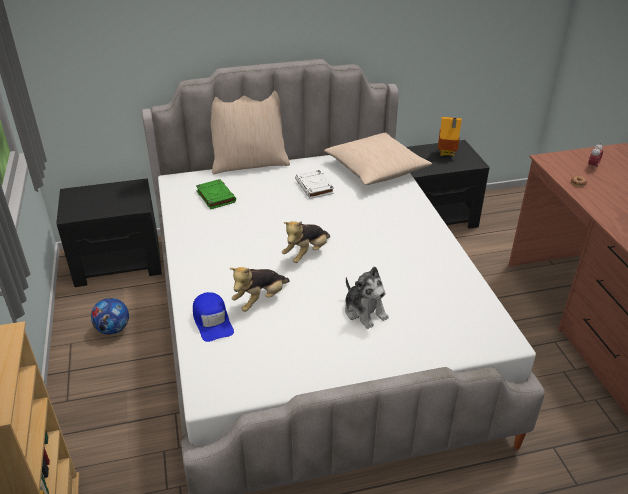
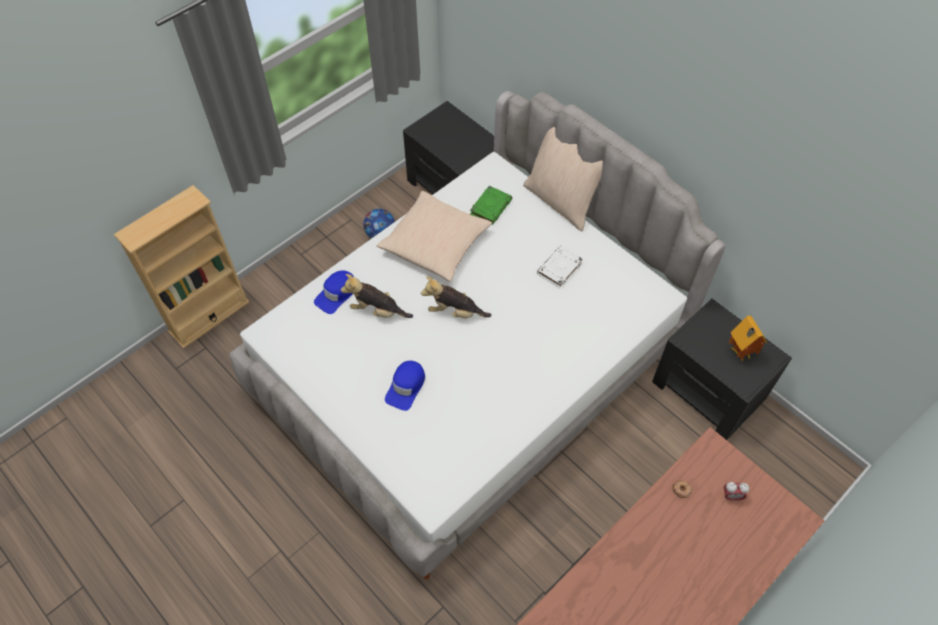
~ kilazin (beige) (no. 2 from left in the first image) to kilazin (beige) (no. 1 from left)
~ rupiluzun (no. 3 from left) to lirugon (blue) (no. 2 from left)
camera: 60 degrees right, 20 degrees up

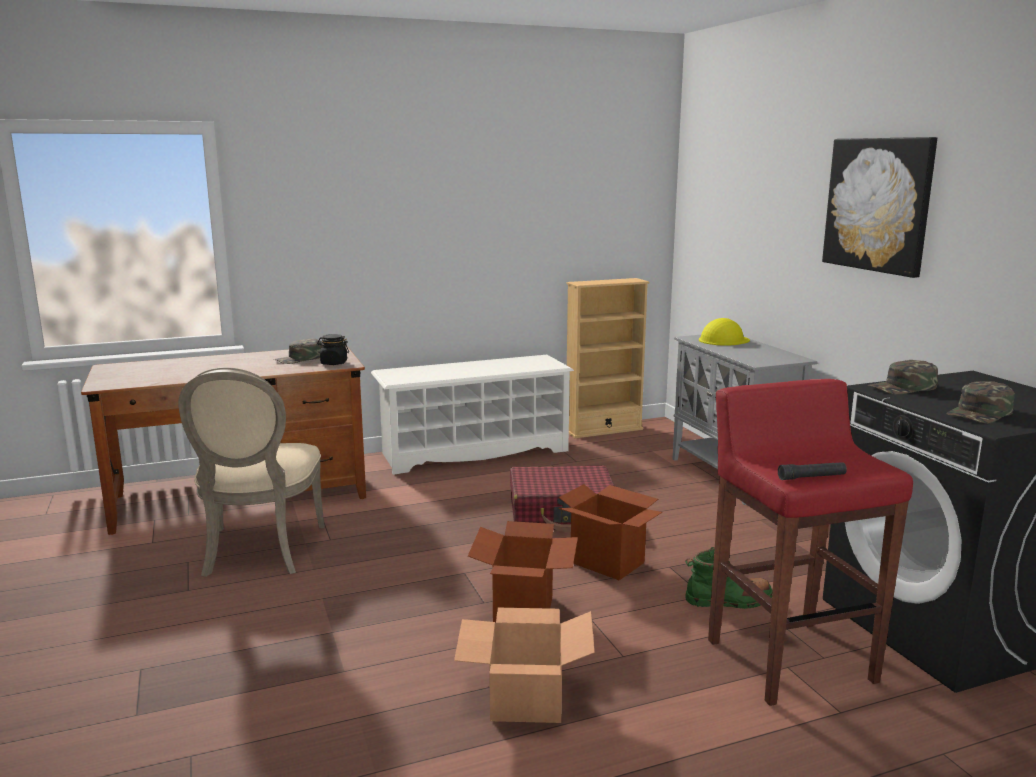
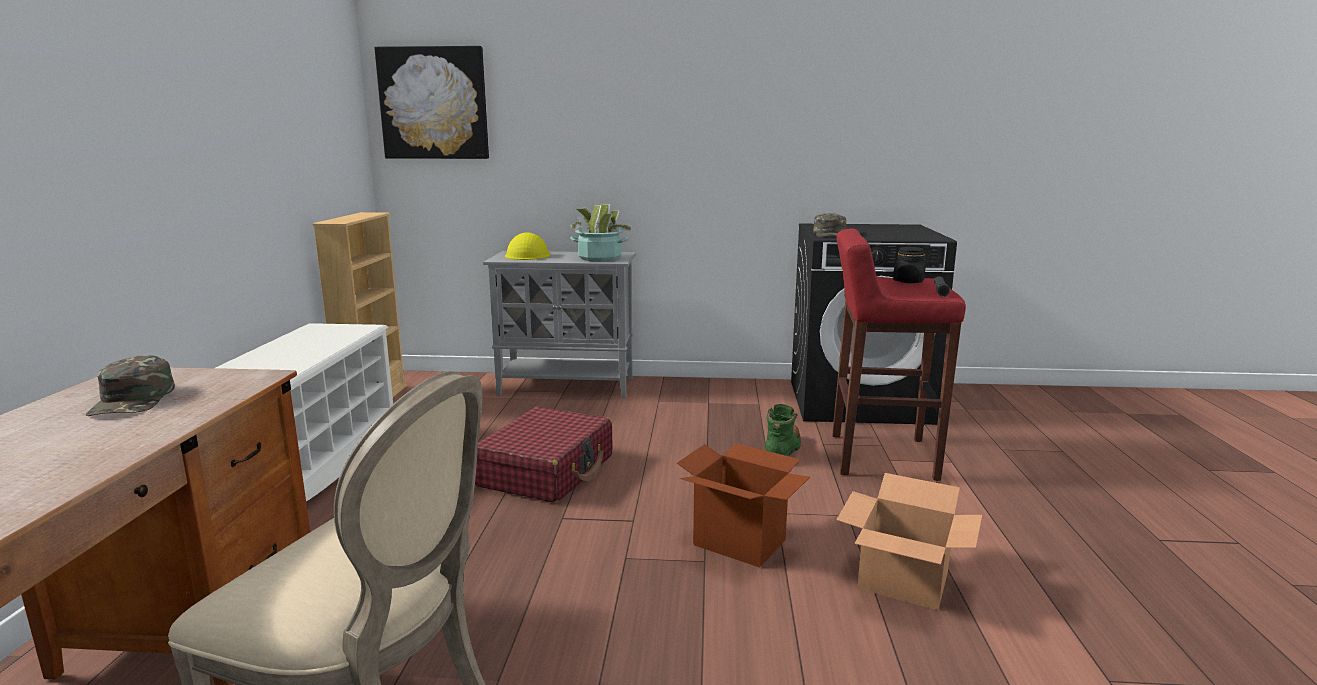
~ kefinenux
~ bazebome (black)
- lirugon (green) (no. 3 from left)
- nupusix (no. 3 from left)
+ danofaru
camera: 65 degrees left, 0 degrees up

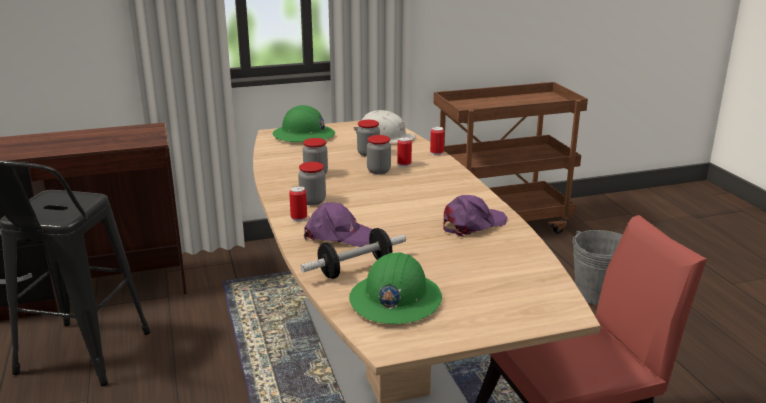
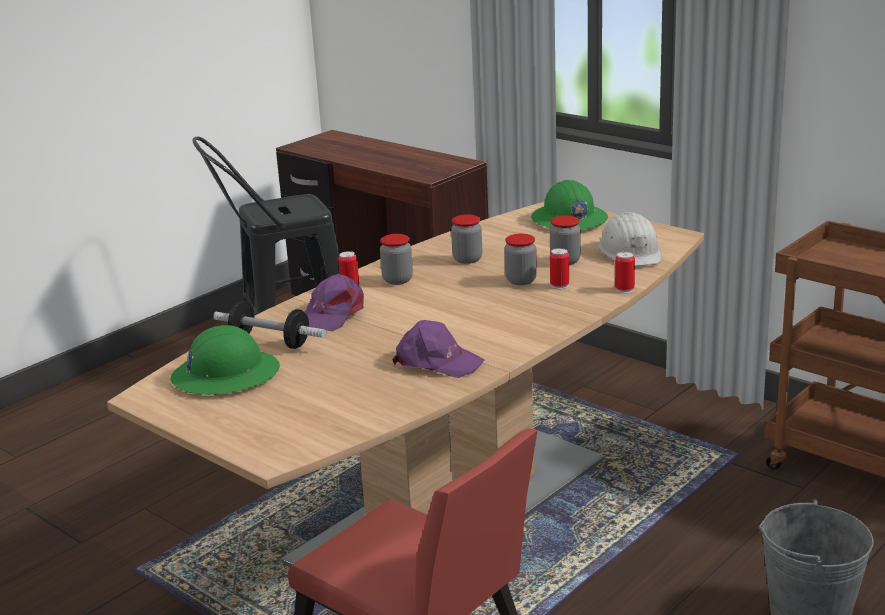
~ lirugon (purple) (no. 1 from left) 45 degrees clockwise
camera: 60 degrees right, 0 degrees up

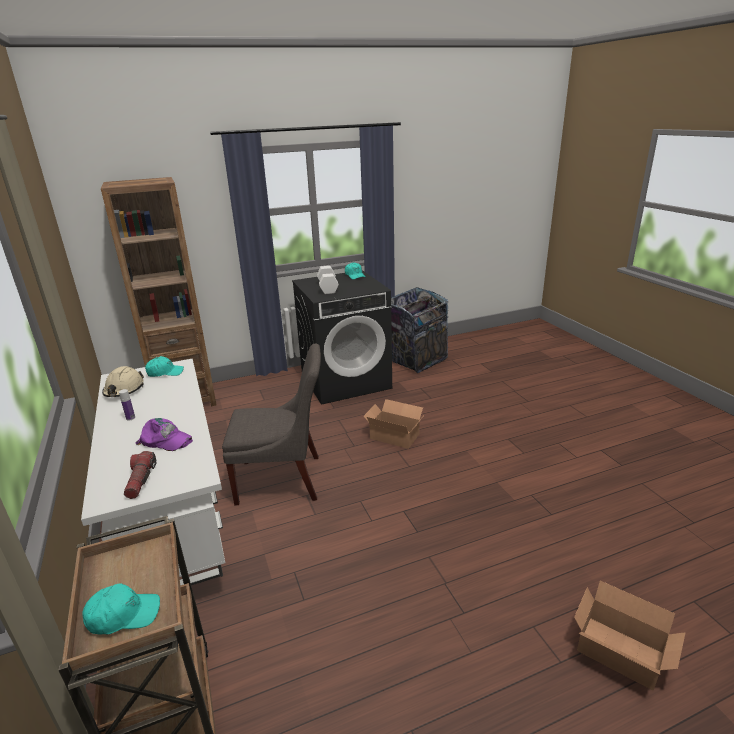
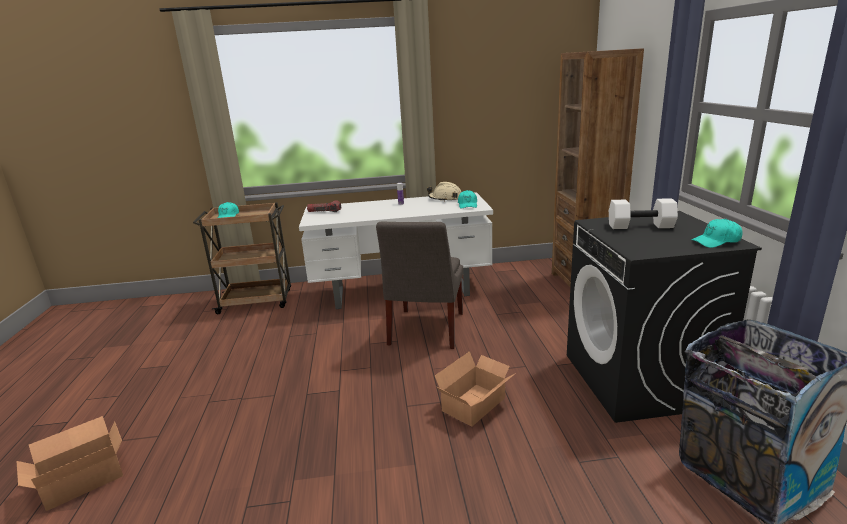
- lirugon (purple)
camera: 105 degrees right, 5 degrees down

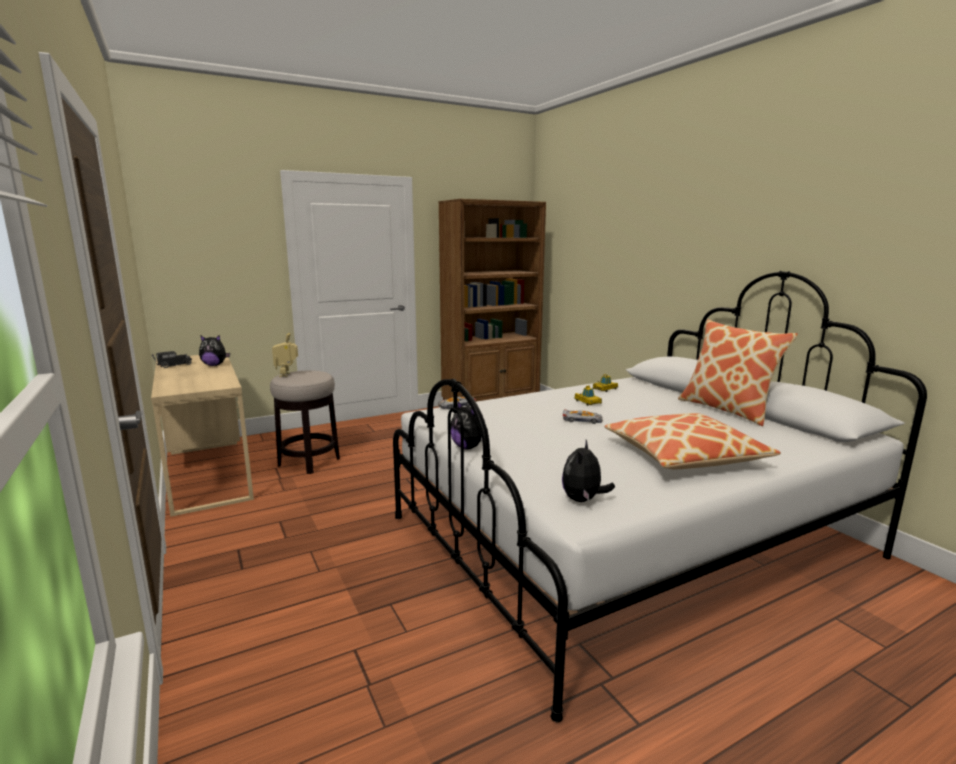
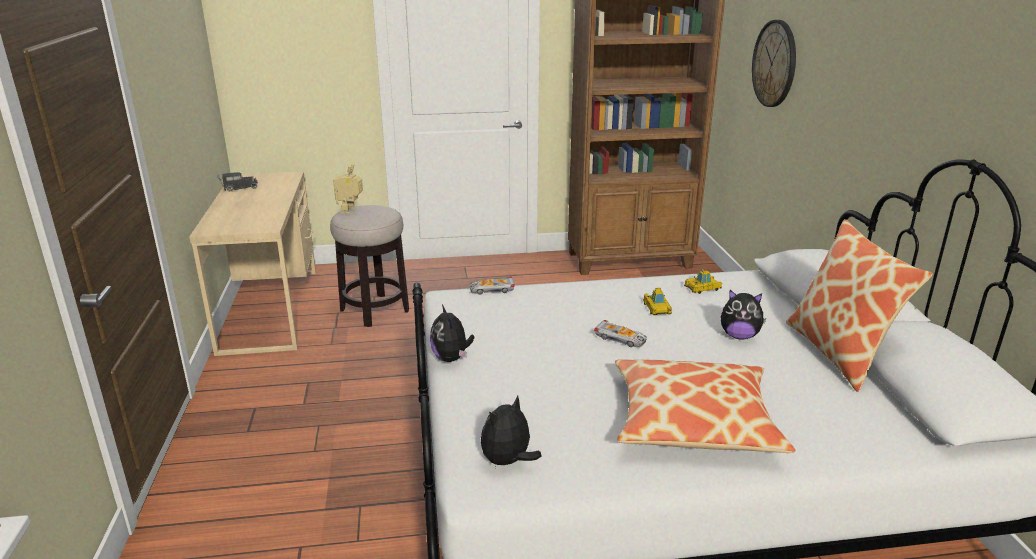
~ rupiluzun (no. 1 from left in the first image) to rupiluzun (no. 3 from left)
+ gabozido
camera: 20 degrees right, 10 degrees up

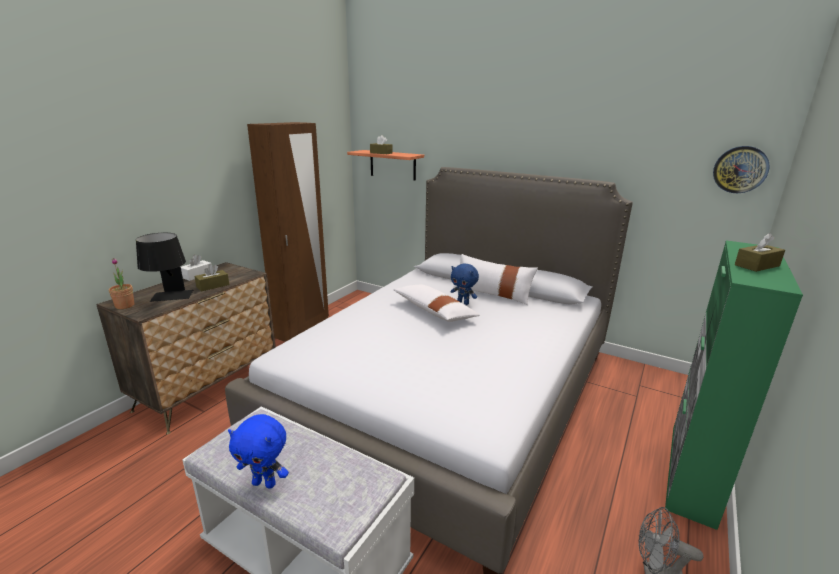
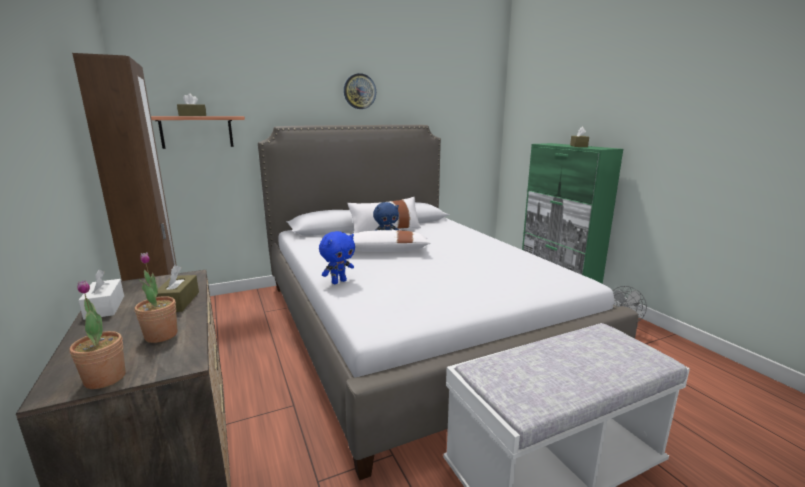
~ gabozido
~ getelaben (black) to danofaru (no. 2 from left)
~ rupiluzun (blue) (no. 1 from left)
camera: 55 degrees left, 5 degrees down

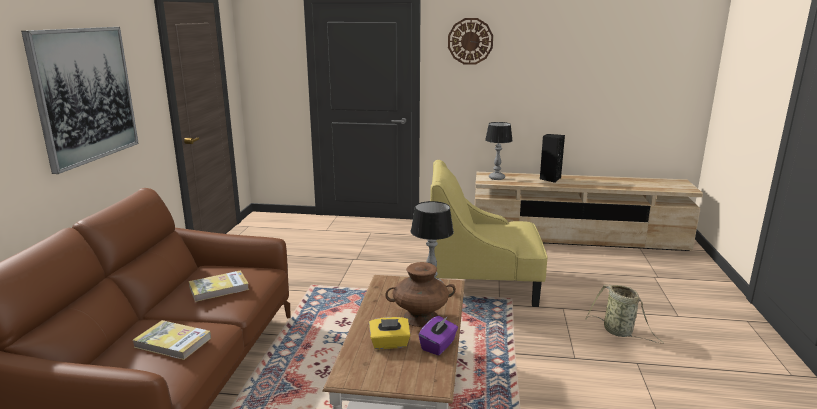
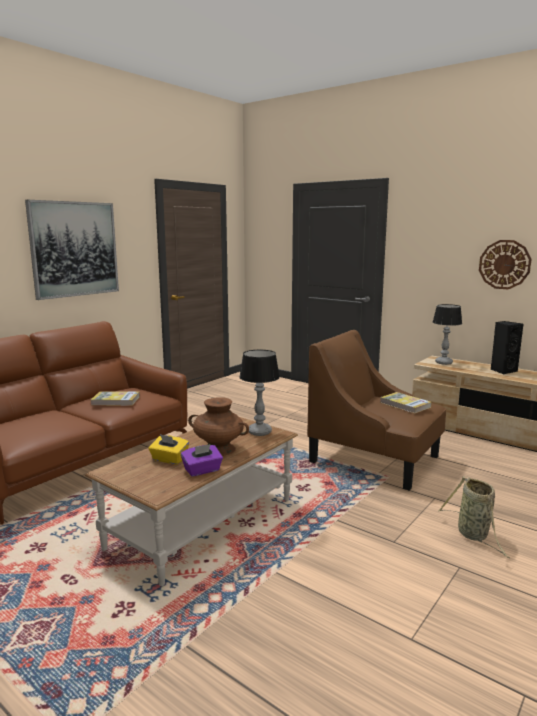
~ gabozido
~ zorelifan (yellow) to zorelifan (brown)
~ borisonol (no. 1 from left in the first image) to borisonol (no. 2 from left)
camera: 30 degrees right, 5 degrees down

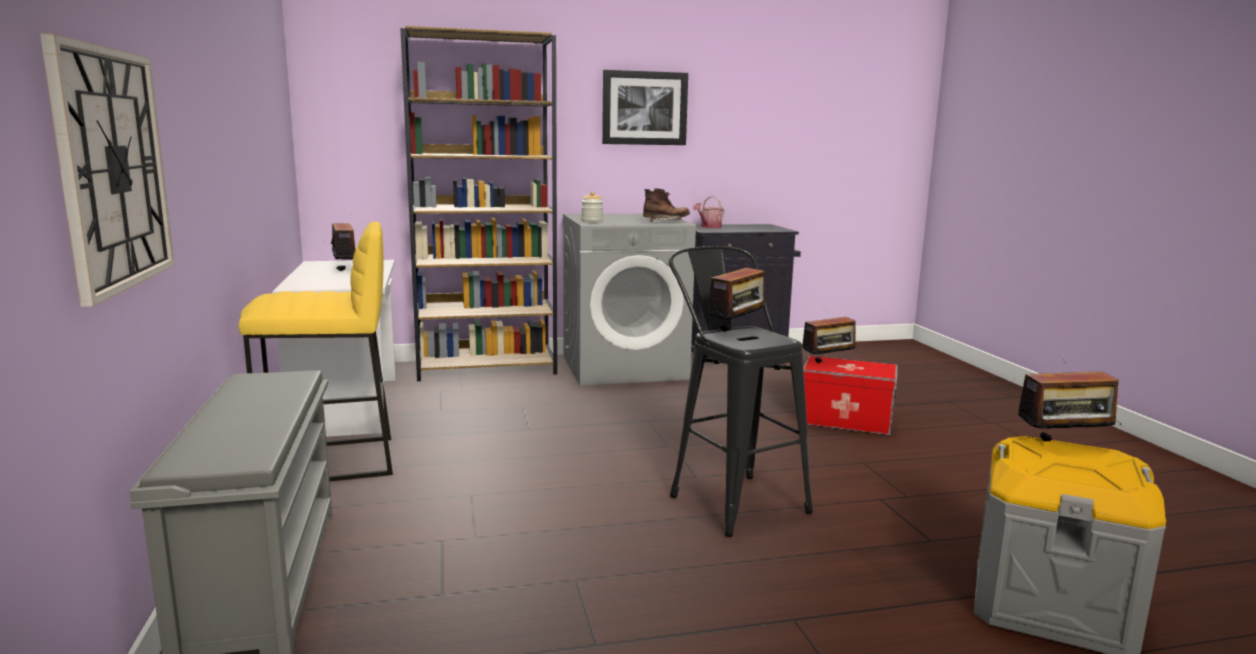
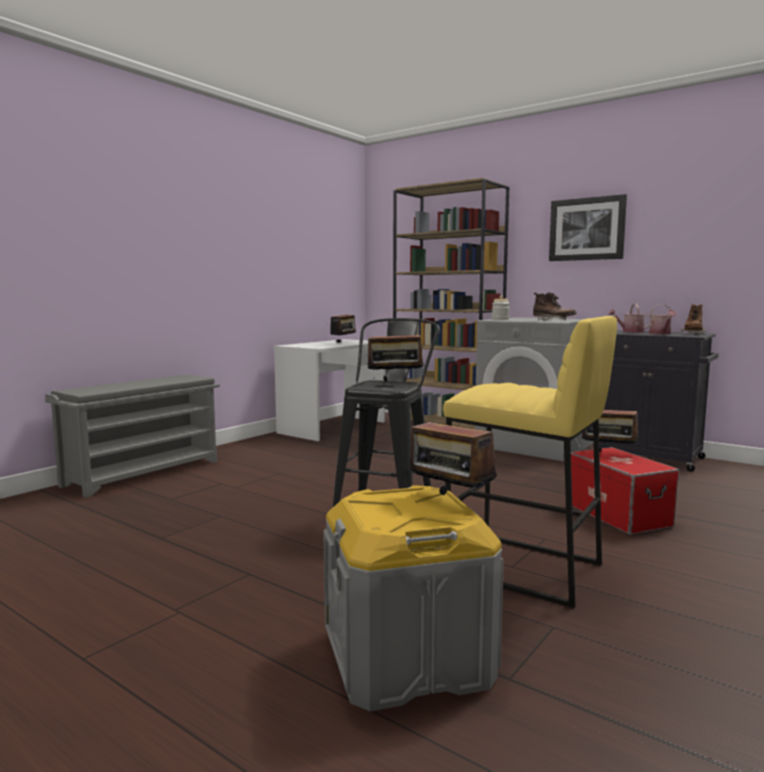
- gabozido
~ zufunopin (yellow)
+ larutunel (no. 2 from left)
+ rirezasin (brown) (no. 2 from left)
camera: 50 degrees right, 5 degrees down

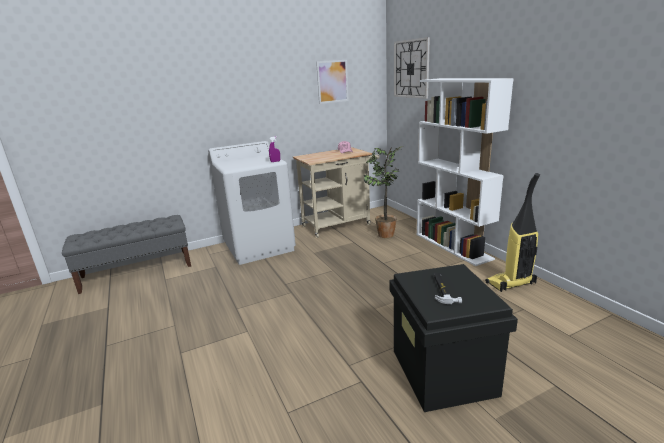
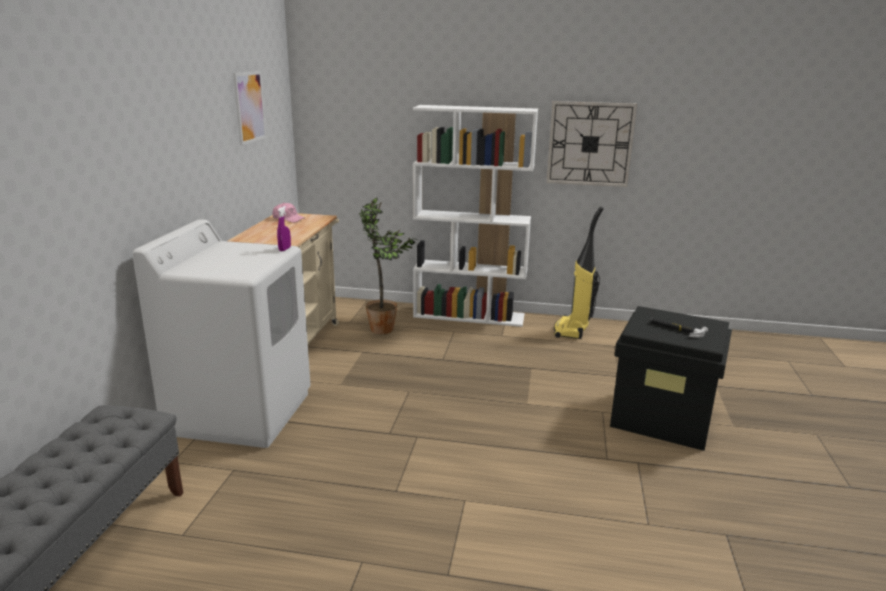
~ gabozido
camera: 55 degrees left, 0 degrees up

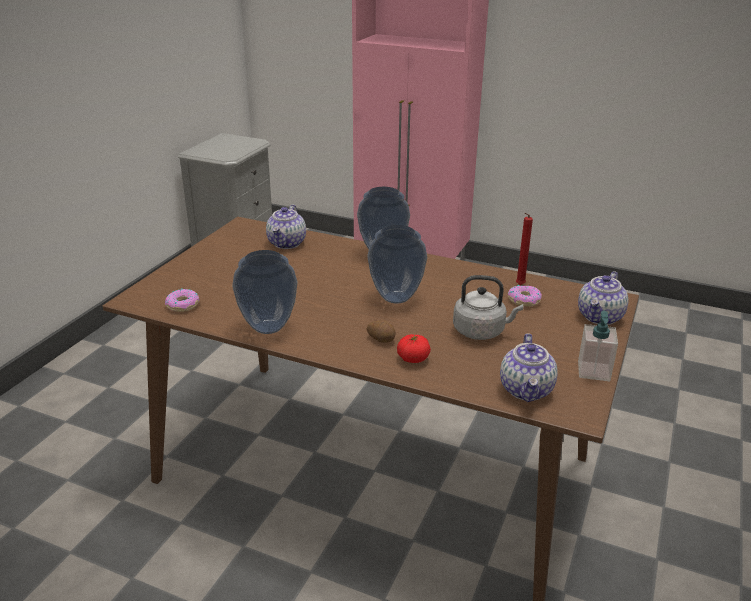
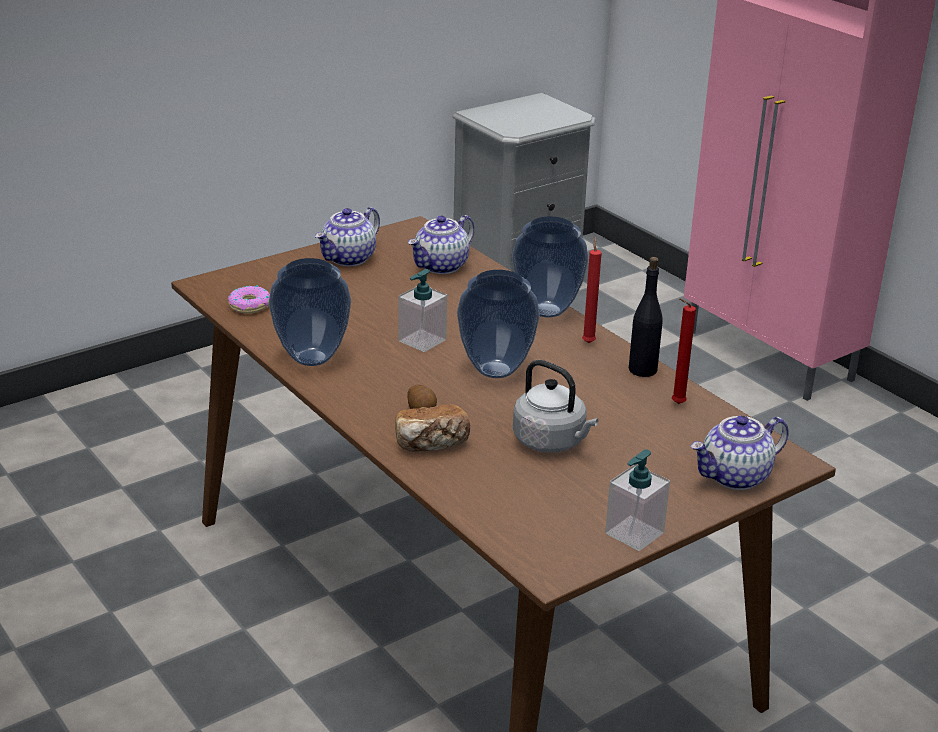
- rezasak (no. 2 from left)
~ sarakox (no. 2 from left in the first image) to sarakox (no. 1 from left)
~ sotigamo to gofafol
+ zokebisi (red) (no. 1 from left)
+ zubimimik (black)
+ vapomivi (no. 1 from left)
camera: 30 degrees right, 0 degrees up

